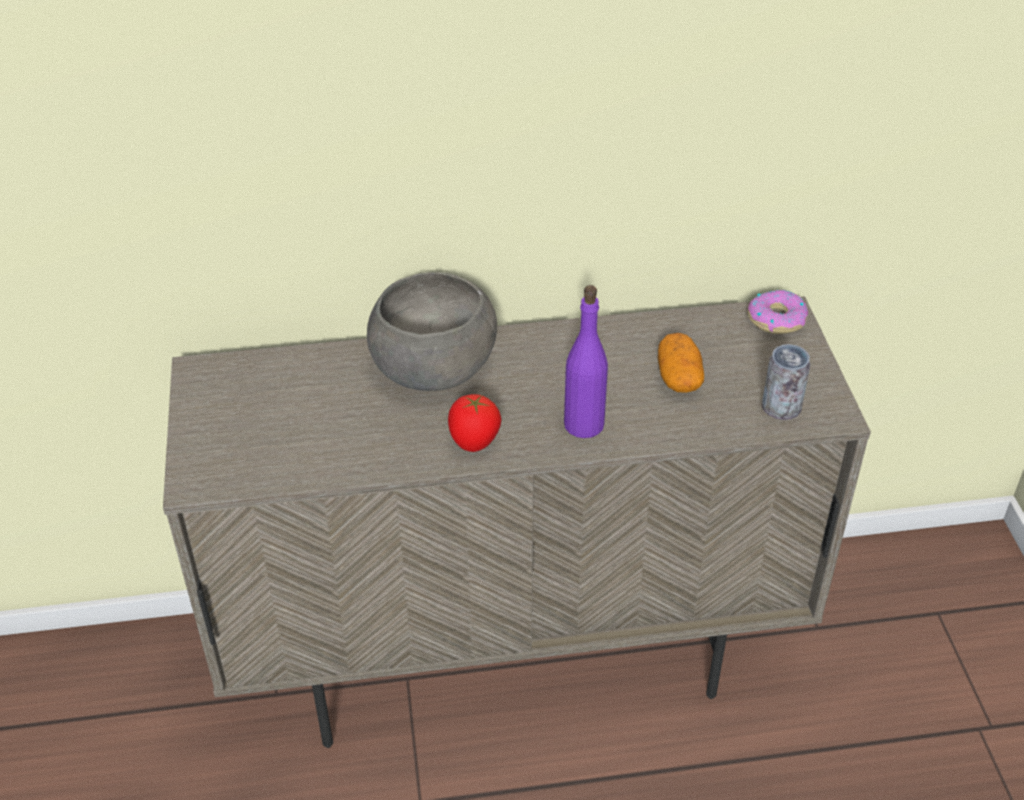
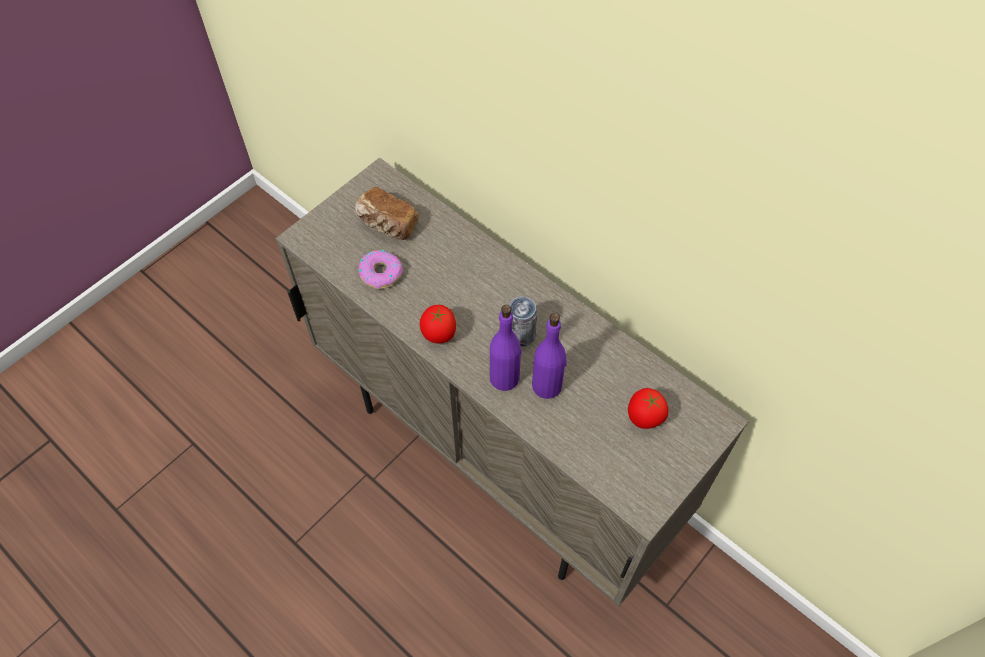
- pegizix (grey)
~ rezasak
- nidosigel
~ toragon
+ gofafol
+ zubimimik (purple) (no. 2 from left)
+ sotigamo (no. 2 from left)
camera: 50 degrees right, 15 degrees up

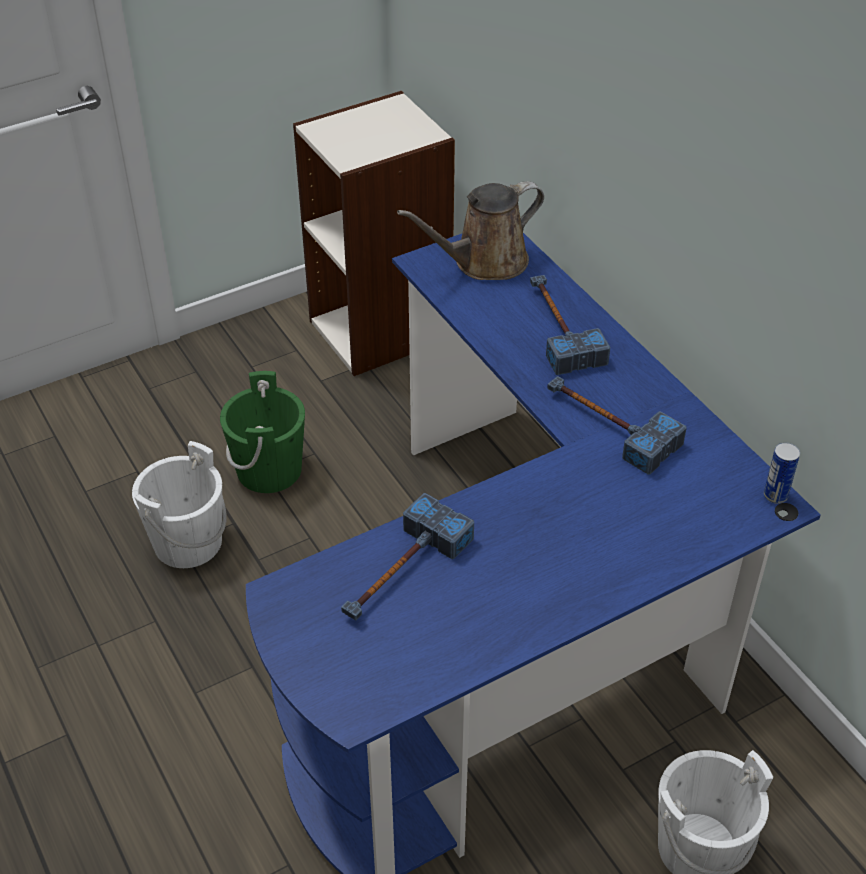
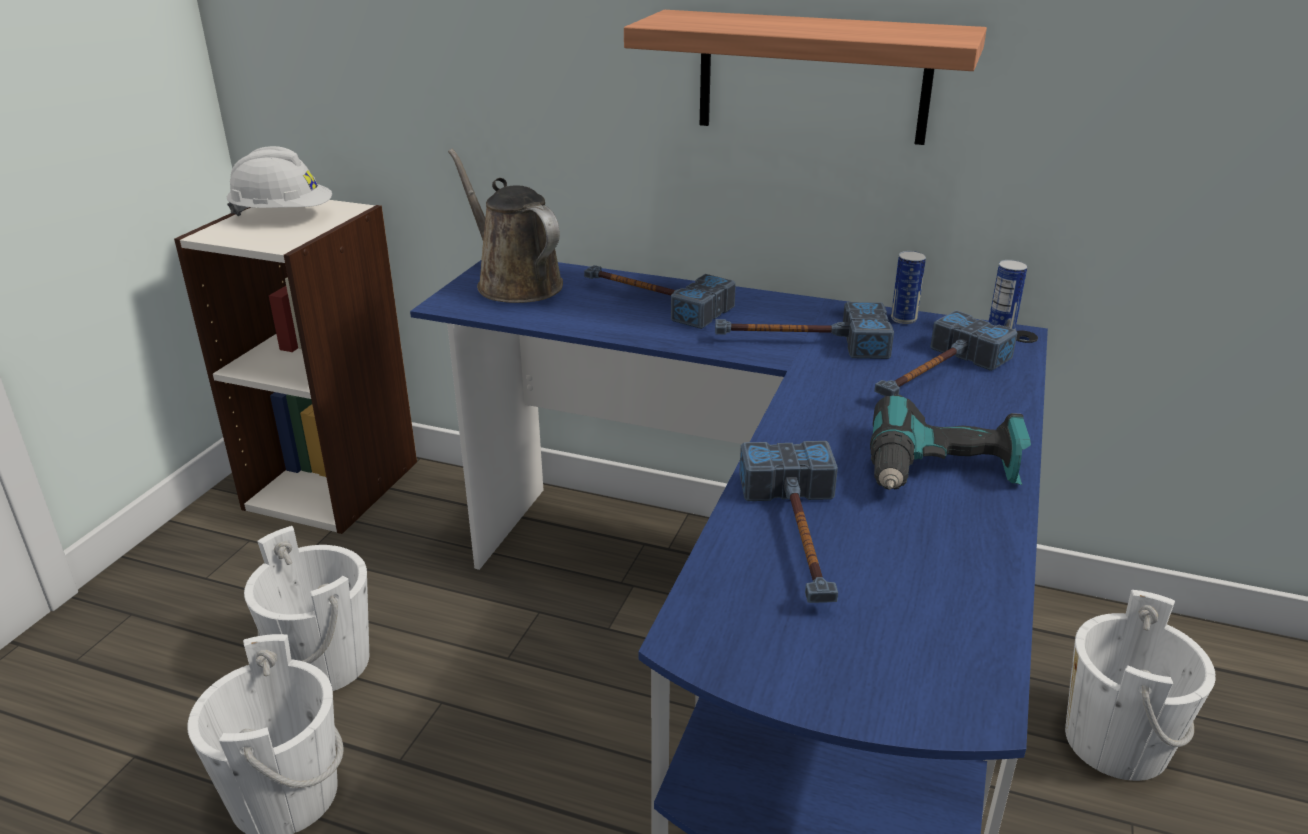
~ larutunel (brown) 120 degrees clockwise
~ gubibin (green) to gubibin (white) (no. 2 from left)
+ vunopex
+ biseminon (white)
+ toragon (no. 1 from left)
+ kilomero (no. 4 from left)
+ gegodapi
camera: 40 degrees left, 15 degrees down

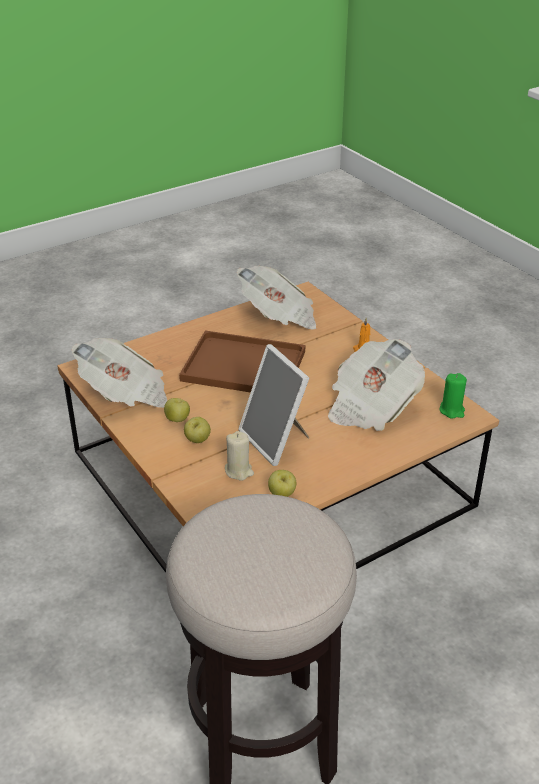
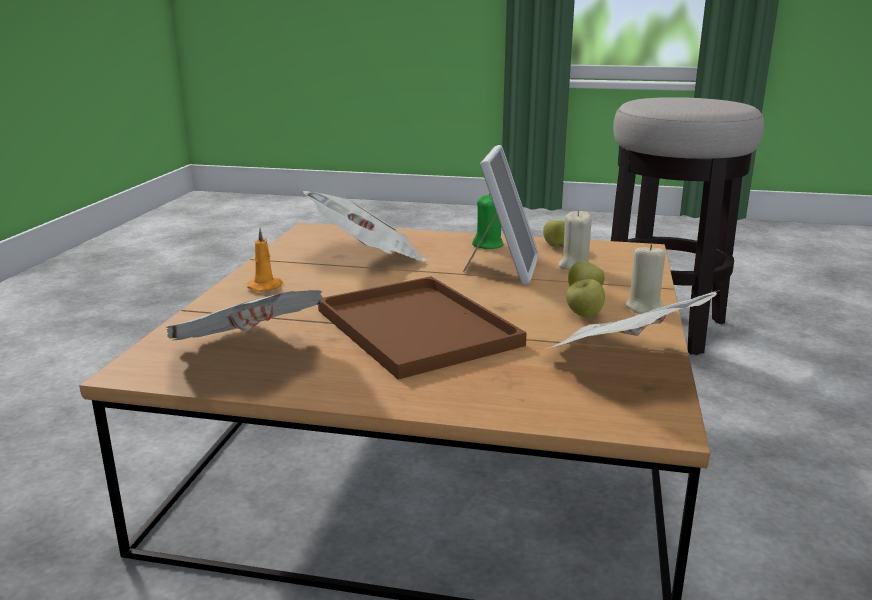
~ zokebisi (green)
+ zokebisi (beige) (no. 2 from left)
camera: 135 degrees left, 15 degrees down

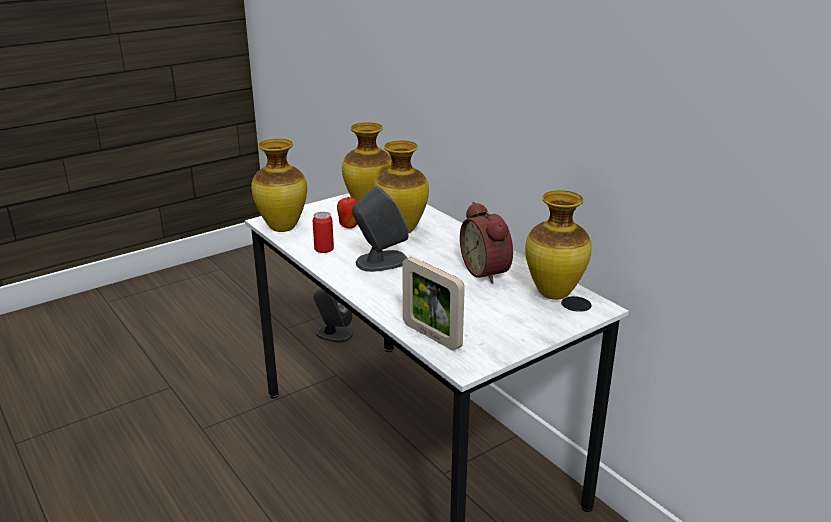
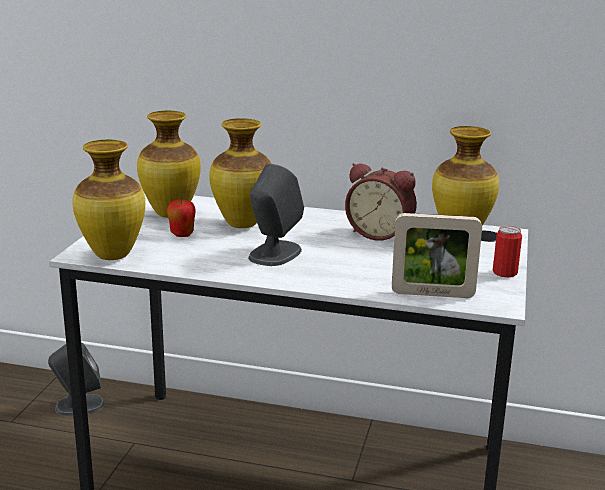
~ toragon
camera: 40 degrees left, 5 degrees down

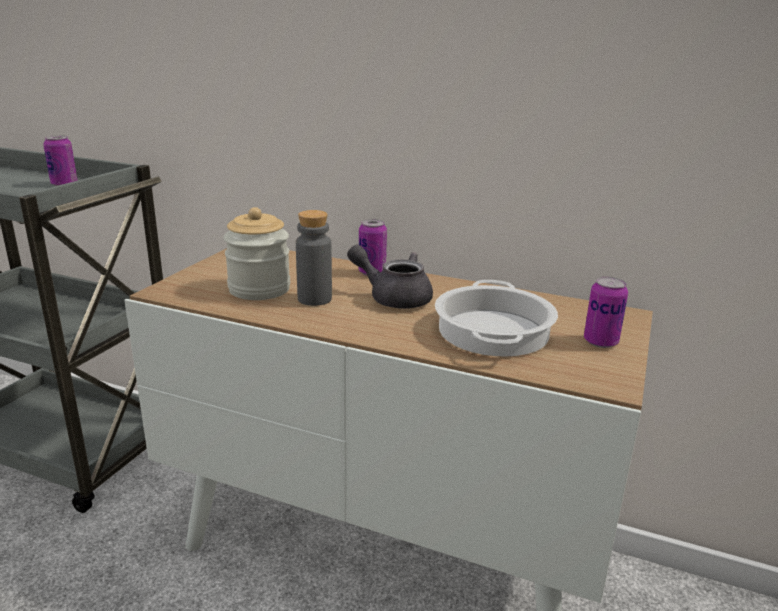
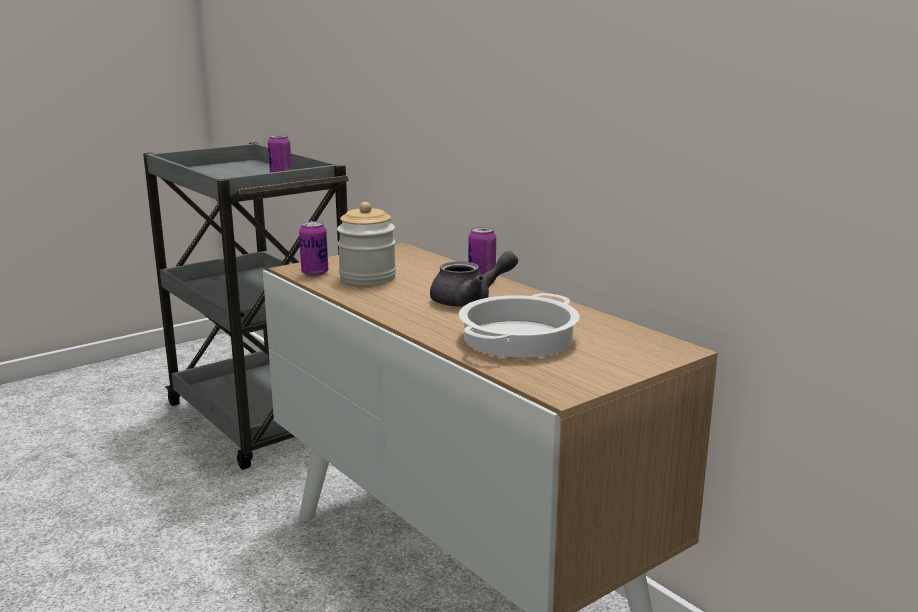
- zubimimik (grey)
~ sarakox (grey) 105 degrees clockwise
~ toragon (no. 3 from left in the first image) to toragon (no. 2 from left)
camera: 30 degrees right, 5 degrees down

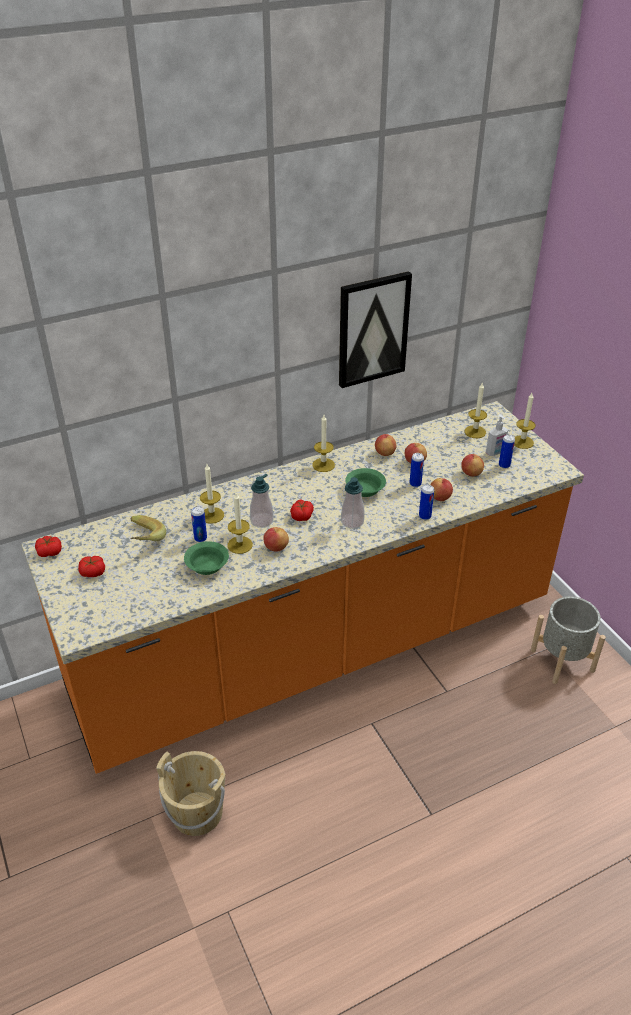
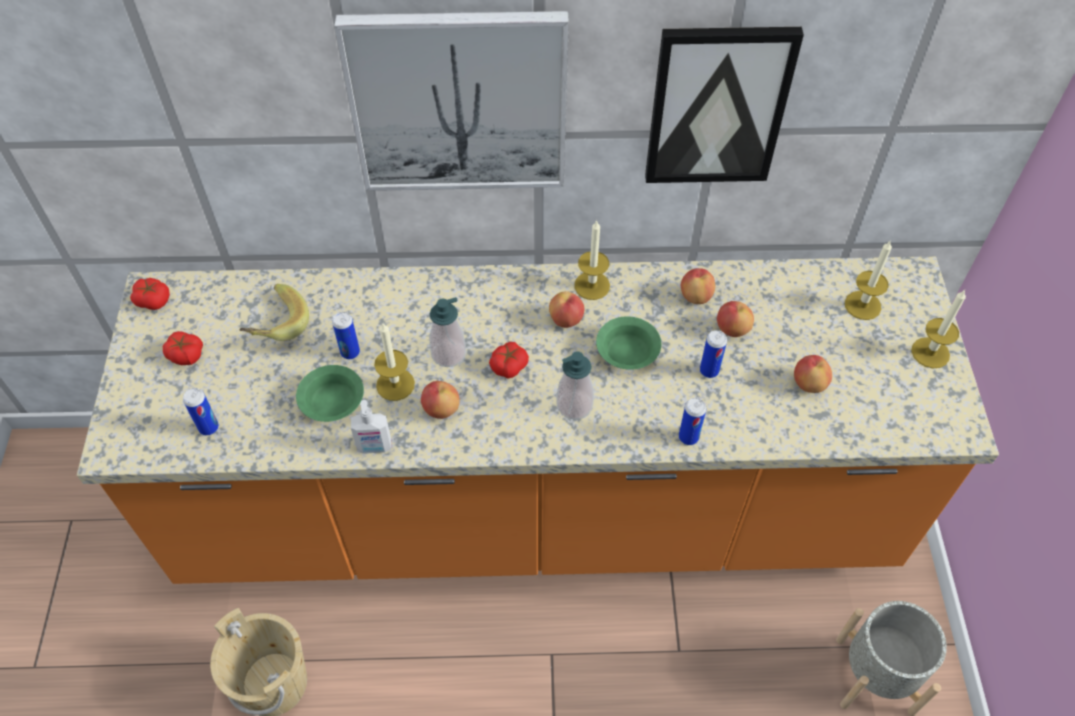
~ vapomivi (no. 3 from left in the first image) to vapomivi (no. 1 from left)
~ toragon (no. 4 from left in the first image) to toragon (no. 1 from left)
- zokebisi (no. 1 from left)
~ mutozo (no. 4 from left in the first image) to mutozo (no. 2 from left)
+ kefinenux (no. 1 from left)
camera: 25 degrees right, 15 degrees up

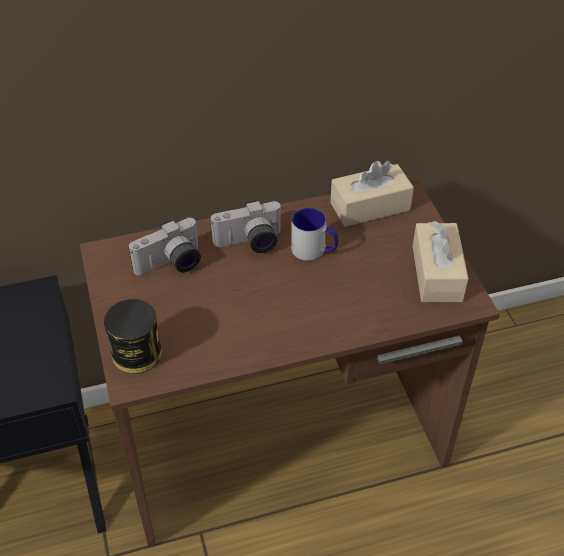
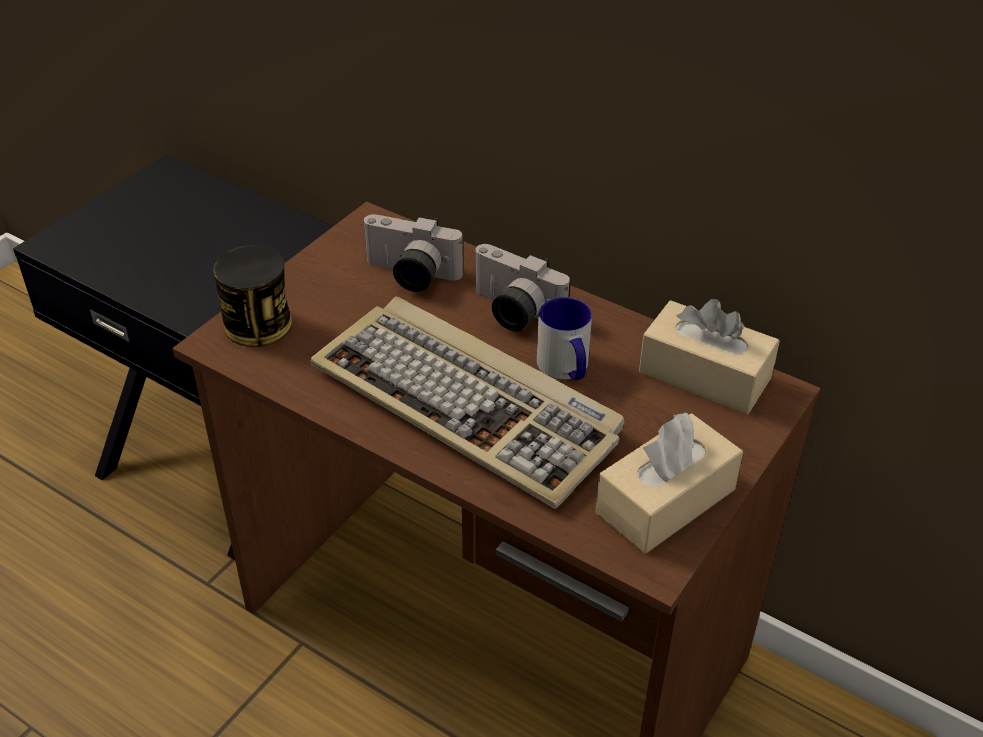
+ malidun
camera: 50 degrees right, 5 degrees down

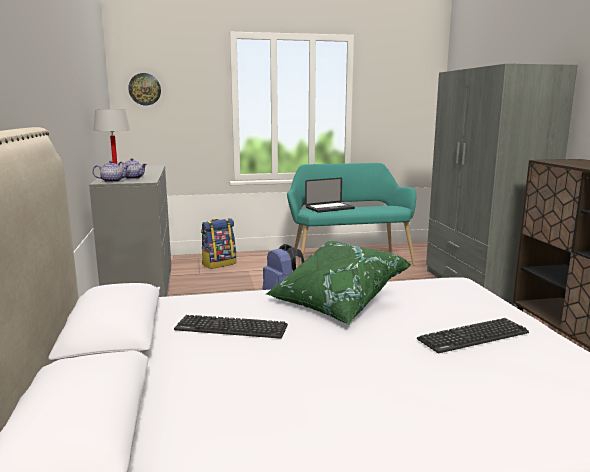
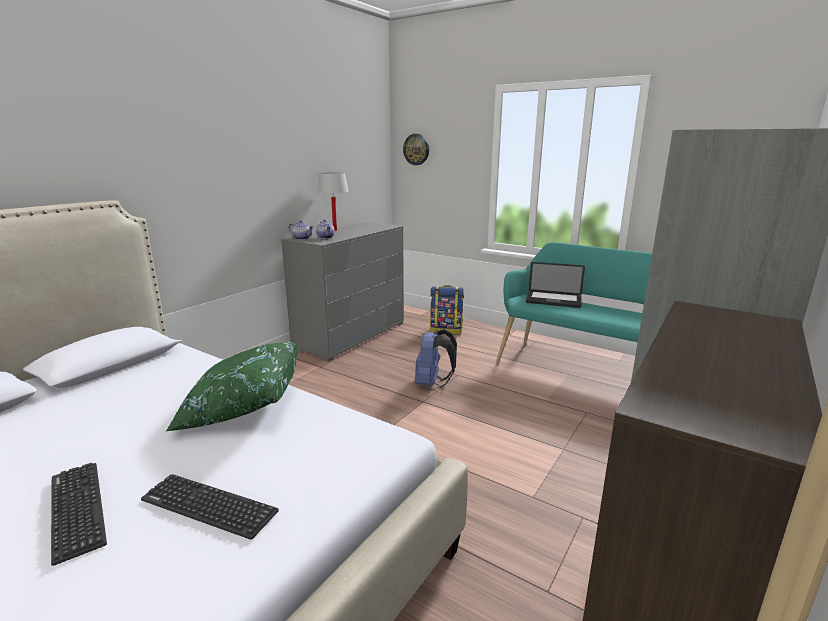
~ malidun (no. 1 from left)
camera: 45 degrees right, 5 degrees up

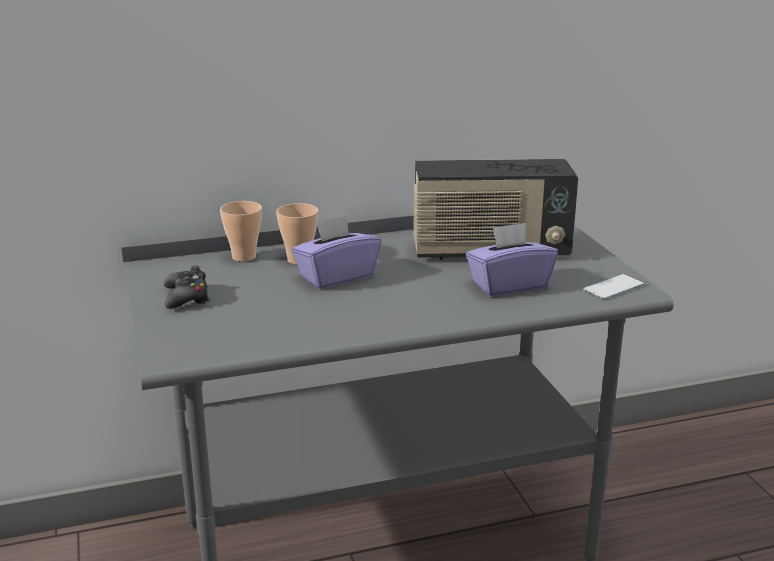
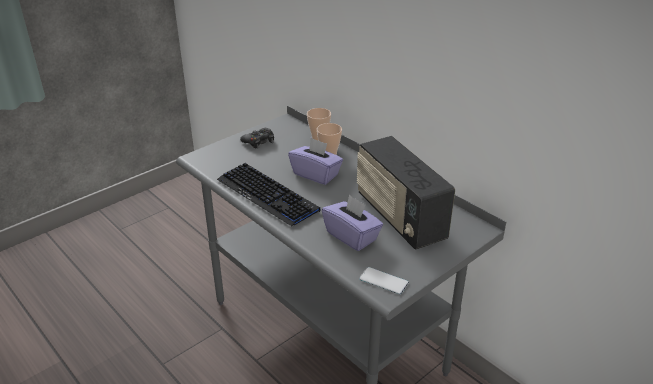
+ malidun
camera: 65 degrees right, 10 degrees up

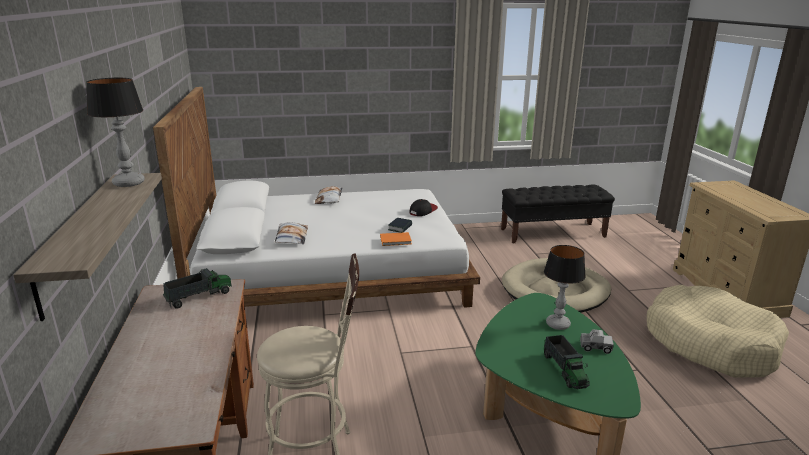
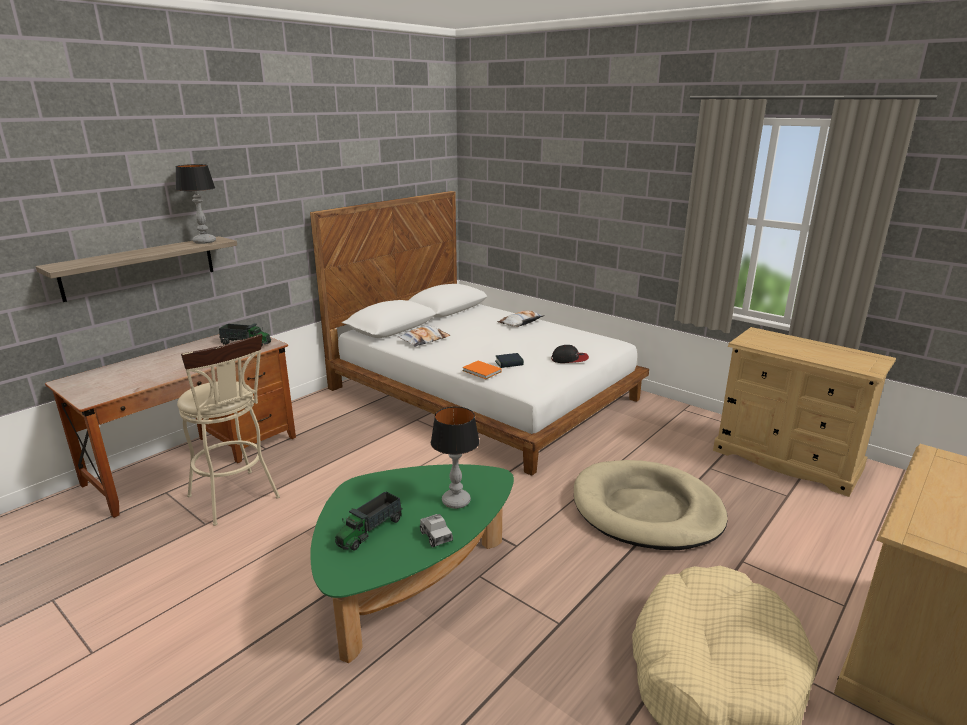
~ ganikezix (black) to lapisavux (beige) (no. 1 from left)
camera: 50 degrees right, 0 degrees up

